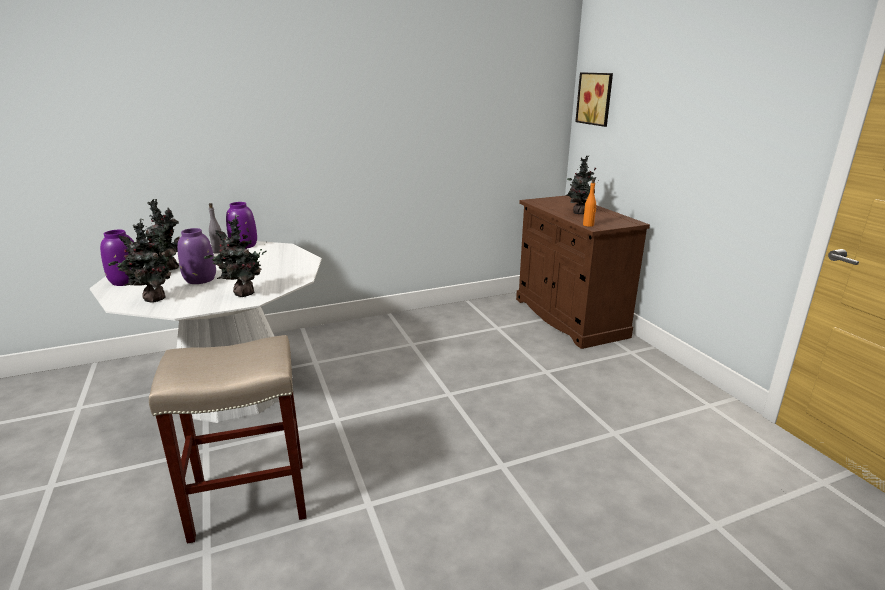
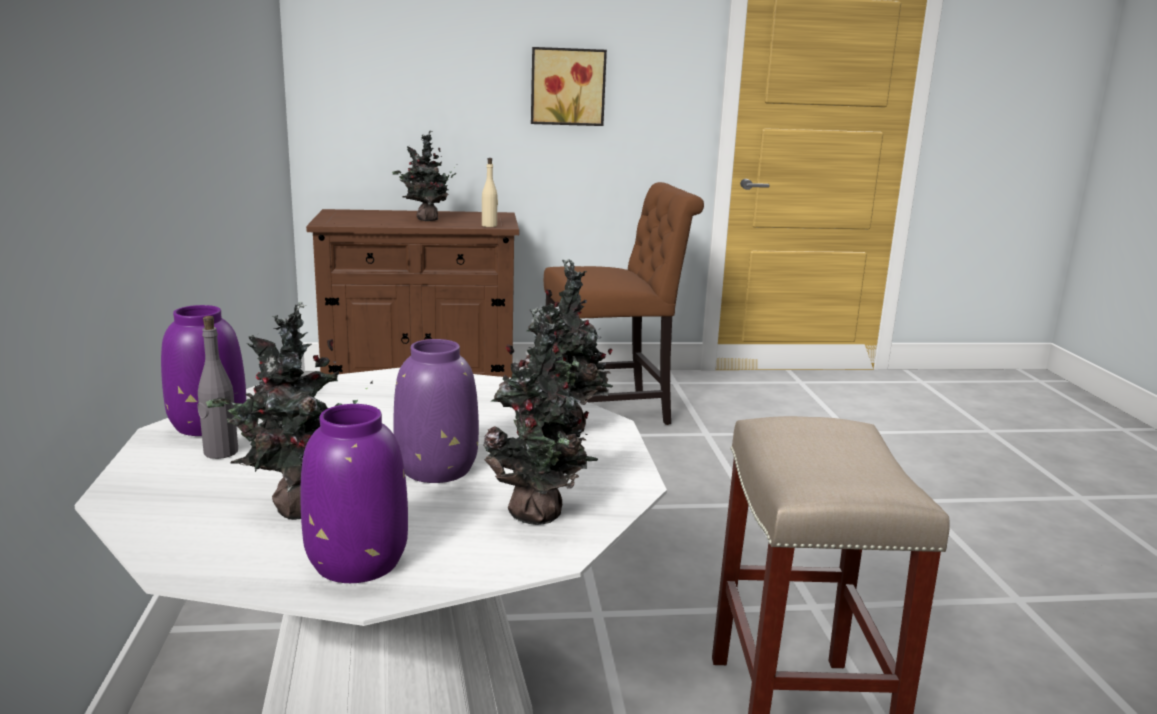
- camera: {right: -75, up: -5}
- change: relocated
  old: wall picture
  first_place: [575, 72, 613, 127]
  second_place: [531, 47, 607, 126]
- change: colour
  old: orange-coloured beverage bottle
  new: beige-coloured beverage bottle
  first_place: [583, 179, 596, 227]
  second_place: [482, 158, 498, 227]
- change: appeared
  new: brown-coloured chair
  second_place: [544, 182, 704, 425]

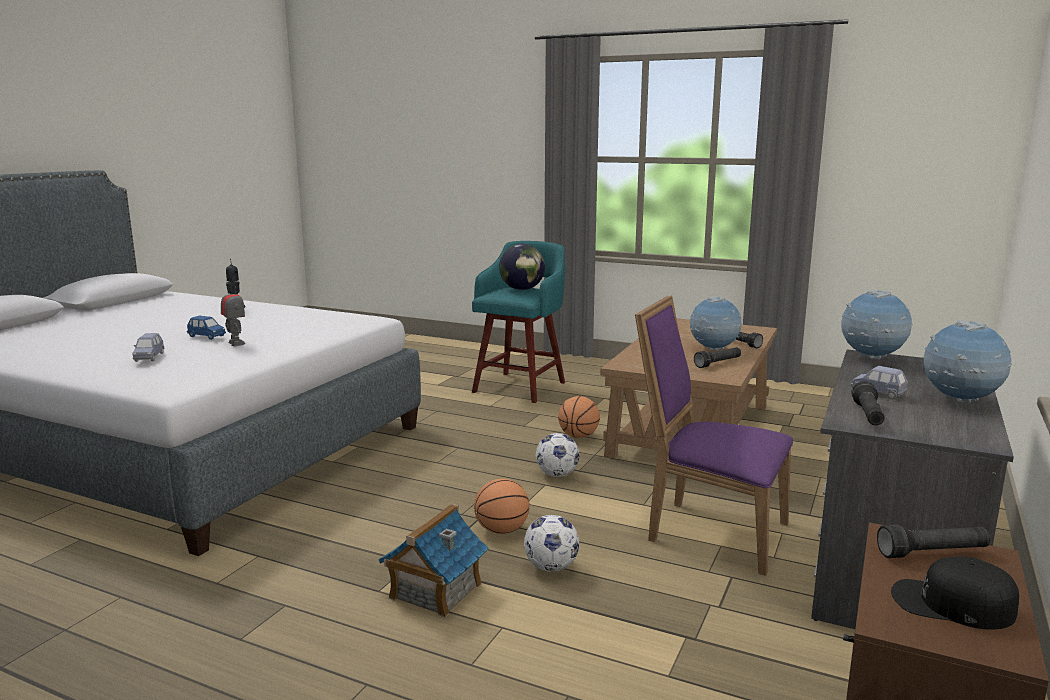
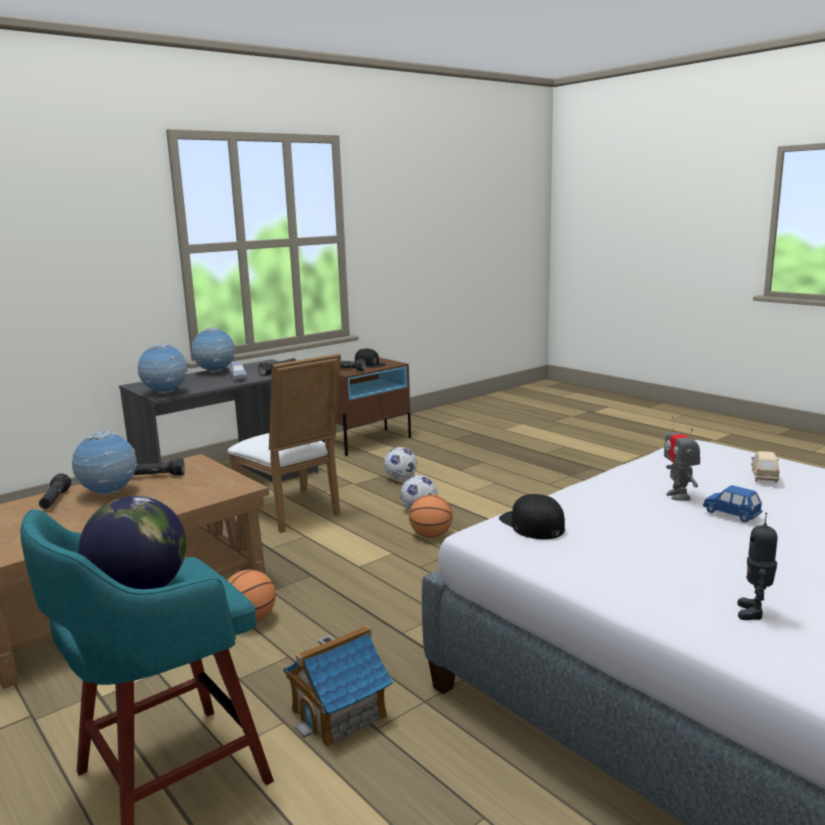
- camera: {right: -155, up: 0}
- change: colour
  old: purple chair
  new: whitish chair
  first_place: [635, 295, 793, 576]
  second_place: [228, 353, 341, 533]
- change: colour
  old: blue-coloured model car
  new: beige-coloured model car
  first_place: [133, 333, 164, 362]
  second_place: [751, 451, 779, 483]
- change: relocated
  old: ball for football
  first_place: [536, 433, 579, 477]
  second_place: [384, 447, 417, 480]
- change: relocated
  old: toy house
  first_place: [378, 503, 488, 618]
  second_place: [283, 625, 393, 748]
- change: appeared
  new: blackish peaked cap
  second_place: [499, 494, 565, 539]

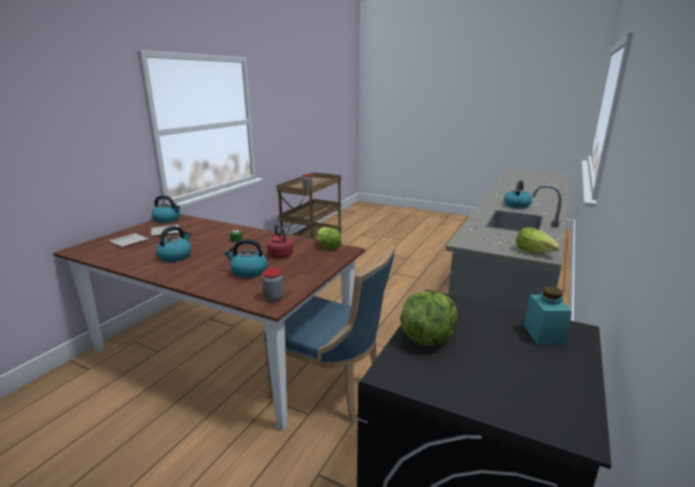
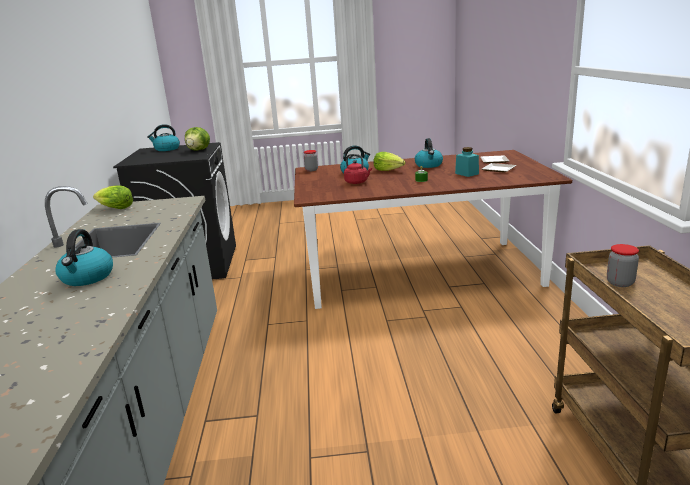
- camera: {right: 150, up: 0}
- change: relocated
  old: water kettle
  first_place: [152, 195, 180, 223]
  second_place: [147, 124, 180, 151]
- change: relocated
  old: head of lettuce
  first_place: [317, 227, 342, 249]
  second_place: [374, 152, 405, 171]
- change: missing
  old: blue-coloured chair
  first_place: [264, 245, 396, 423]
- change: relocated
  old: turquoise-coloured preserve jar
  first_place: [523, 286, 572, 345]
  second_place: [455, 147, 479, 177]

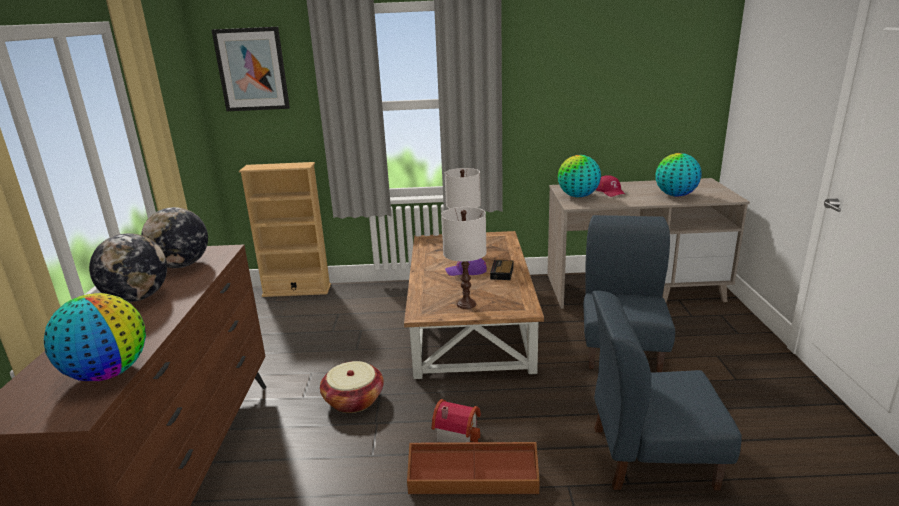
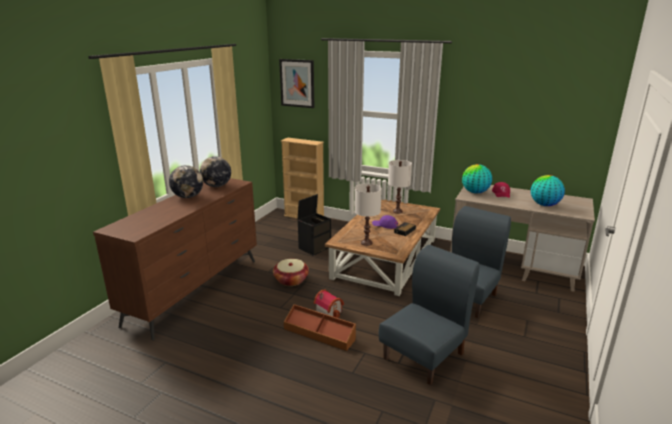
- camera: {right: 25, up: 0}
- change: spun
  old: blue-coloured chair
  first_place: [592, 291, 742, 490]
  second_place: [379, 245, 480, 385]
  degrees: 105
- change: missing
  old: world globe
  first_place: [44, 293, 146, 382]
- change: appeared
  new: blackish storage bin
  second_place: [297, 194, 331, 255]

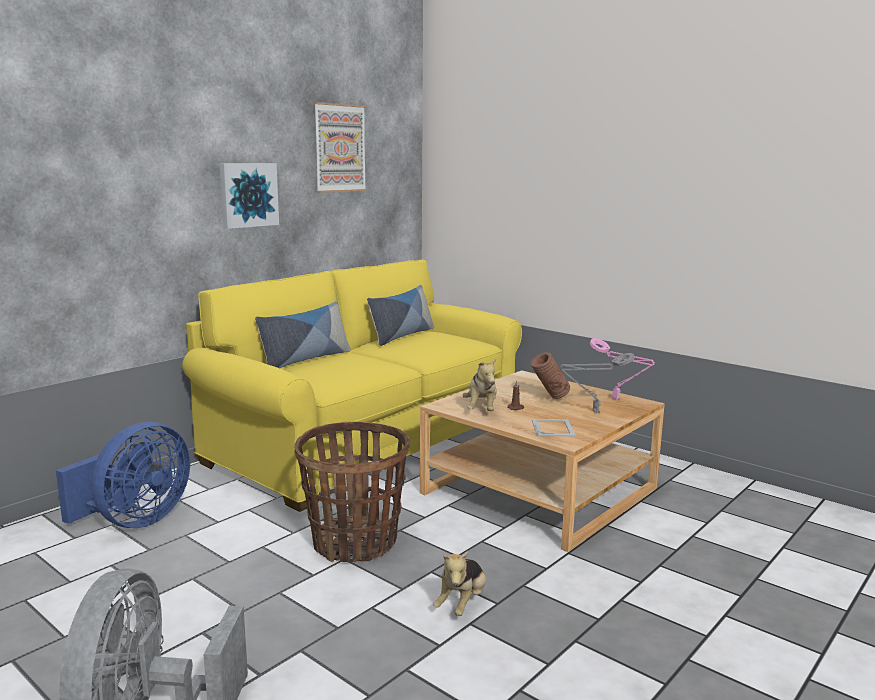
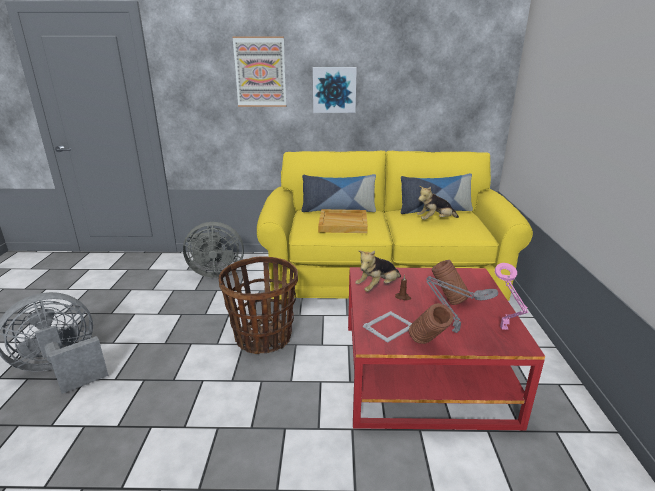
- camera: {right: 50, up: 10}
- change: relocated
  old: wall picture
  first_place: [314, 102, 367, 193]
  second_place: [232, 36, 286, 107]
- change: colour
  old: beige-coloured low table
  new: red-coloured low table
  first_place: [420, 370, 665, 552]
  second_place: [348, 267, 545, 430]
- change: colour
  old: blue-coloured cooling fan
  new: gray cooling fan
  first_place: [56, 422, 190, 528]
  second_place: [183, 222, 244, 278]
- change: relocated
  old: plush toy
  first_place: [433, 551, 486, 616]
  second_place: [417, 186, 459, 220]
- change: appeared
  new: beige-coloured carrying tray
  second_place: [318, 209, 368, 233]
- change: appeared
  new: brown-coloured decorative vase
  second_place: [409, 303, 453, 344]

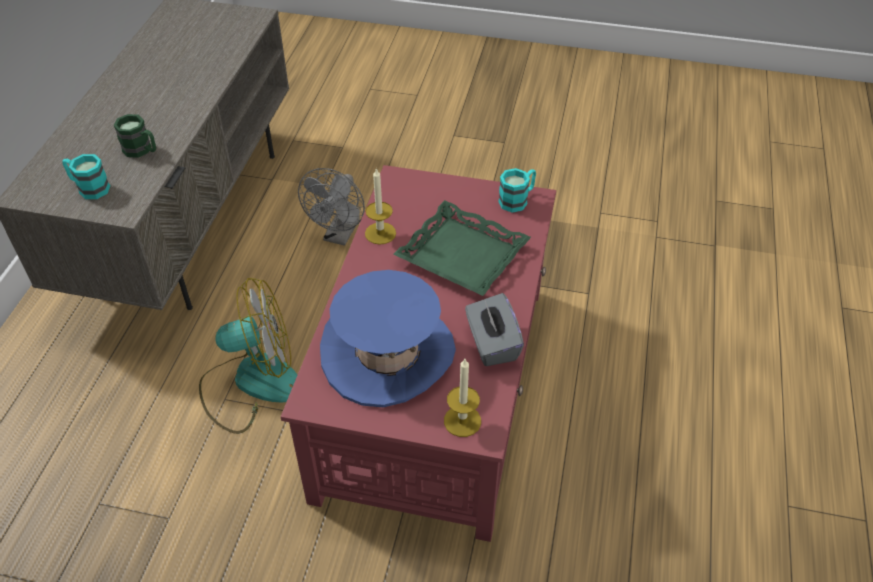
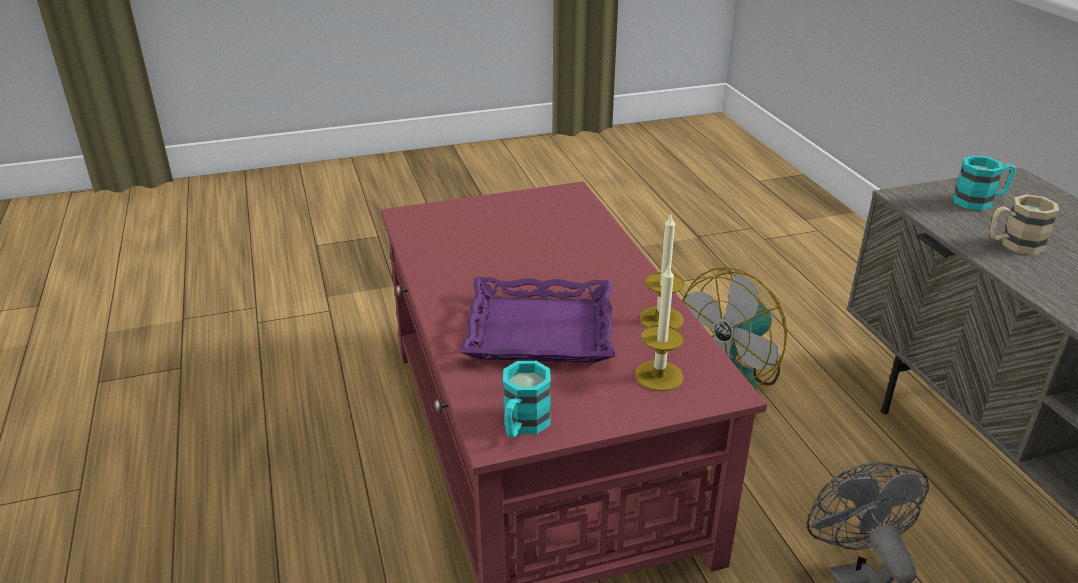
- camera: {right: 150, up: -15}
- change: colour
  old: greenish mug
  new: beige-coloured mug
  first_place: [113, 114, 156, 158]
  second_place: [989, 194, 1059, 255]
- change: colour
  old: greenish carrying tray
  new: purple carrying tray
  first_place: [393, 200, 531, 296]
  second_place: [460, 277, 615, 362]
- change: missing
  old: blue-coloured wearable hat
  first_place: [320, 270, 456, 407]
- change: missing
  old: gray tissue holder
  first_place: [465, 293, 524, 366]
- change: relocated
  old: candle
  first_place: [444, 359, 481, 437]
  second_place: [635, 263, 684, 391]

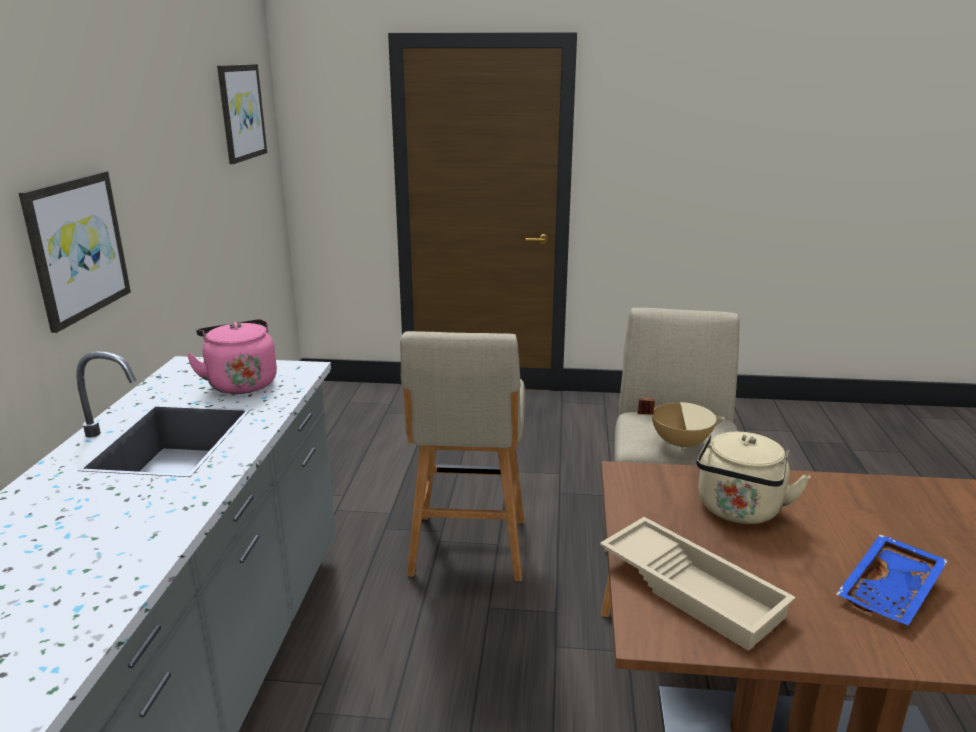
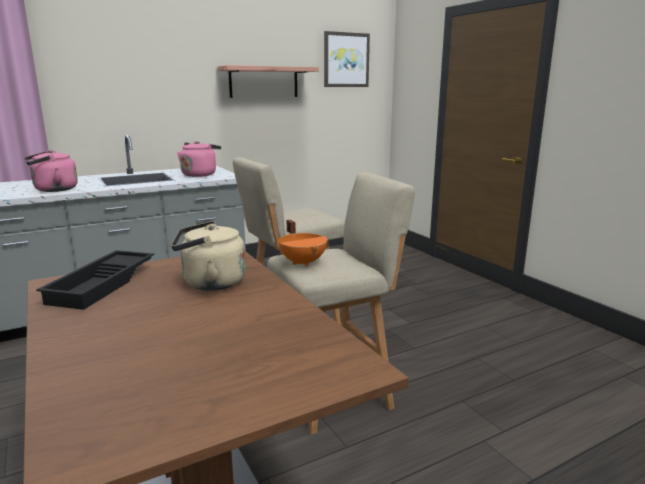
- camera: {right: 55, up: -5}
- change: missing
  old: wall picture
  first_place: [19, 171, 131, 333]
- change: colour
  old: beige-coloured saucepot
  new: orange-coloured saucepot
  first_place: [638, 398, 725, 451]
  second_place: [279, 220, 328, 267]
- change: colour
  old: beige-coloured carrying tray
  new: blackish carrying tray
  first_place: [600, 517, 796, 651]
  second_place: [36, 250, 154, 310]
- change: missing
  old: blue-coloured carrying tray
  first_place: [836, 534, 948, 625]
- change: appeared
  new: shelf
  second_place: [217, 65, 319, 98]
- change: appeared
  new: pink-coloured water kettle
  second_place: [24, 150, 78, 192]

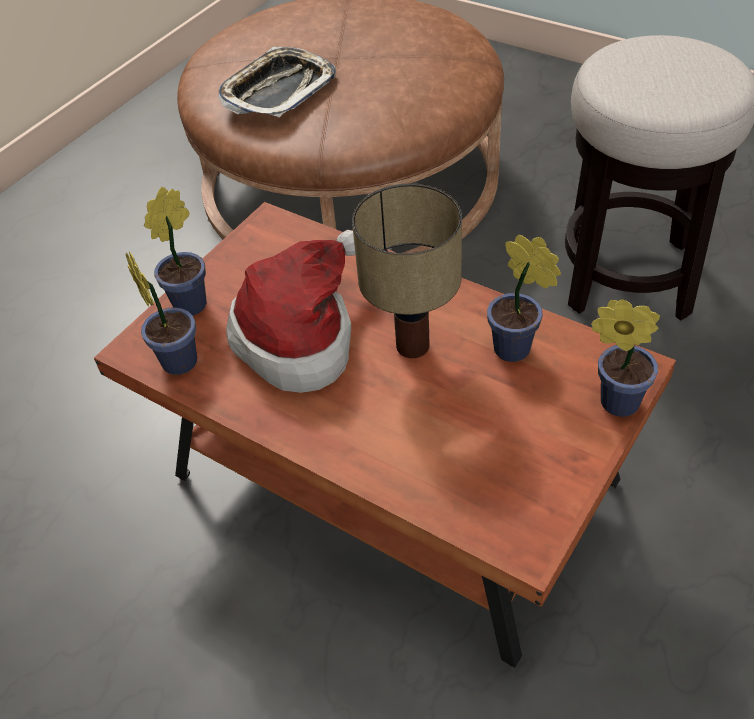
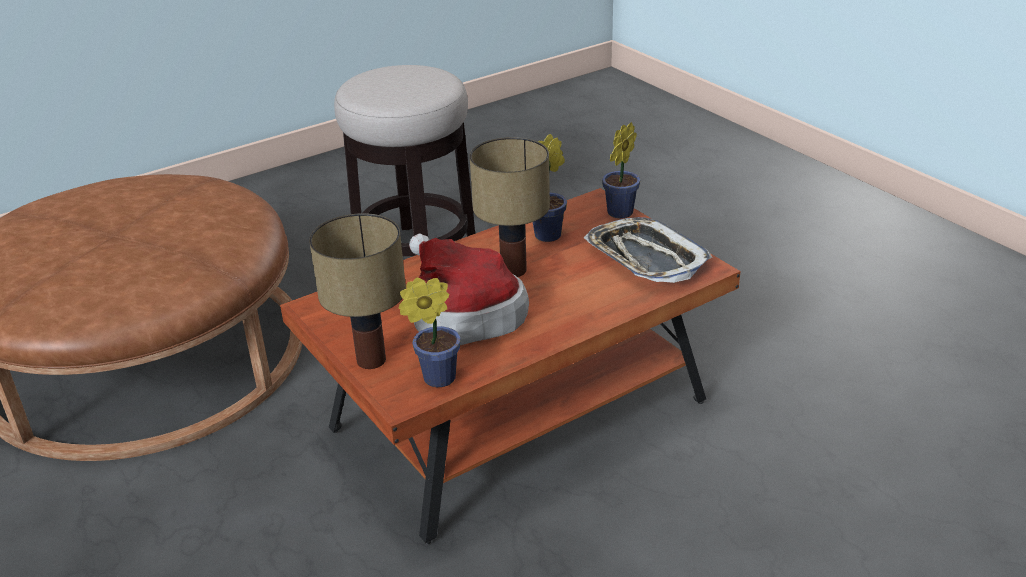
- camera: {right: -70, up: -15}
- change: relocated
  old: carrying tray
  first_place: [218, 47, 336, 118]
  second_place: [584, 217, 712, 283]
- change: exchanged
  old: potted plant
  new: tabletop lamp
  first_place: [144, 187, 207, 315]
  second_place: [309, 213, 406, 369]

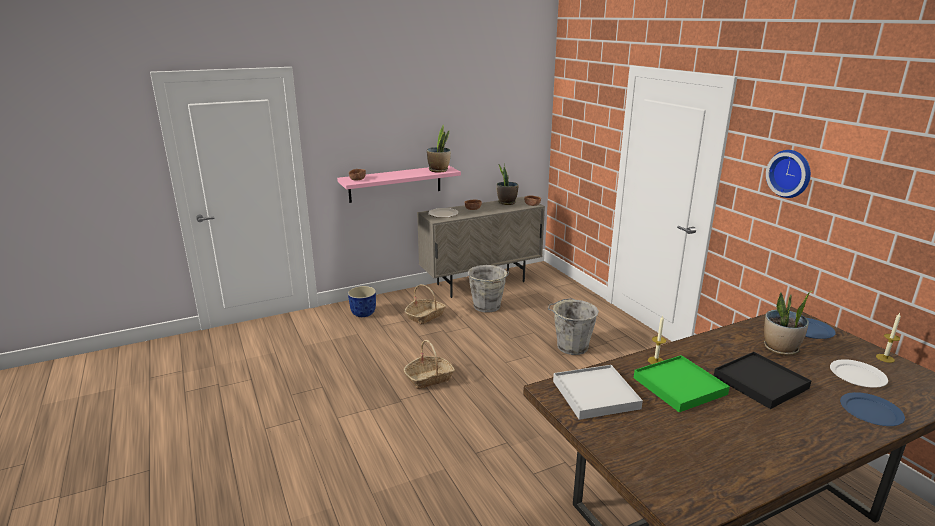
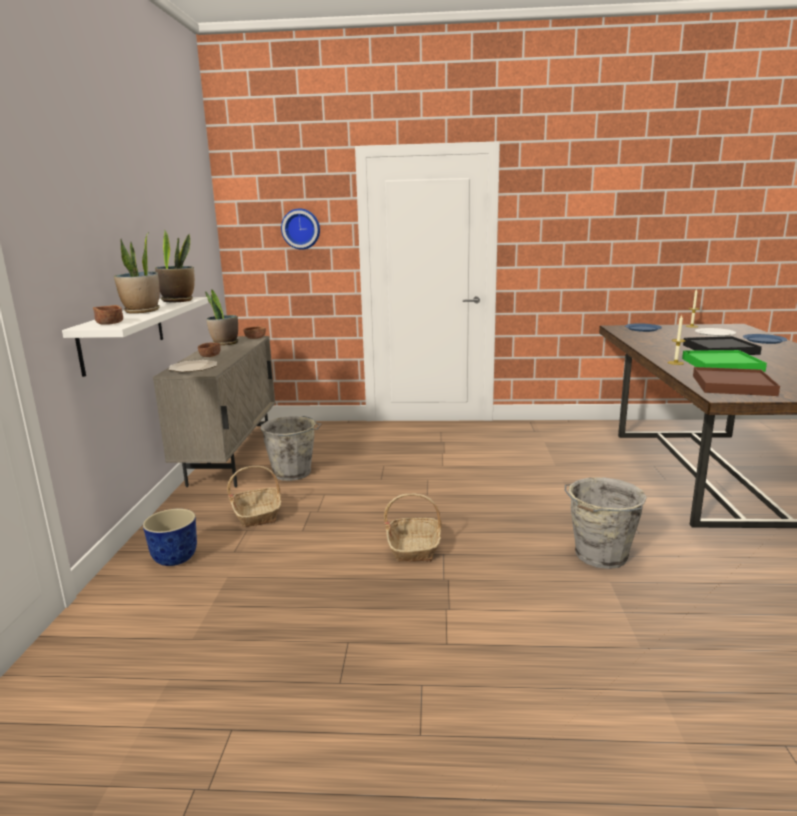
- camera: {right: -60, up: -5}
- change: relocated
  old: hanging clock
  first_place: [766, 150, 811, 198]
  second_place: [281, 208, 320, 250]
- change: colour
  old: pink-coloured shelf
  new: whitish shelf
  first_place: [337, 165, 461, 203]
  second_place: [62, 297, 208, 377]
- change: relocated
  old: potted plant
  first_place: [764, 291, 812, 355]
  second_place: [114, 232, 160, 314]
- change: relocated
  old: gray bucket
  first_place: [548, 298, 599, 355]
  second_place: [565, 477, 647, 569]
- change: colour
  old: whitish carrying tray
  new: brown-coloured carrying tray
  first_place: [553, 365, 643, 420]
  second_place: [693, 367, 780, 396]

